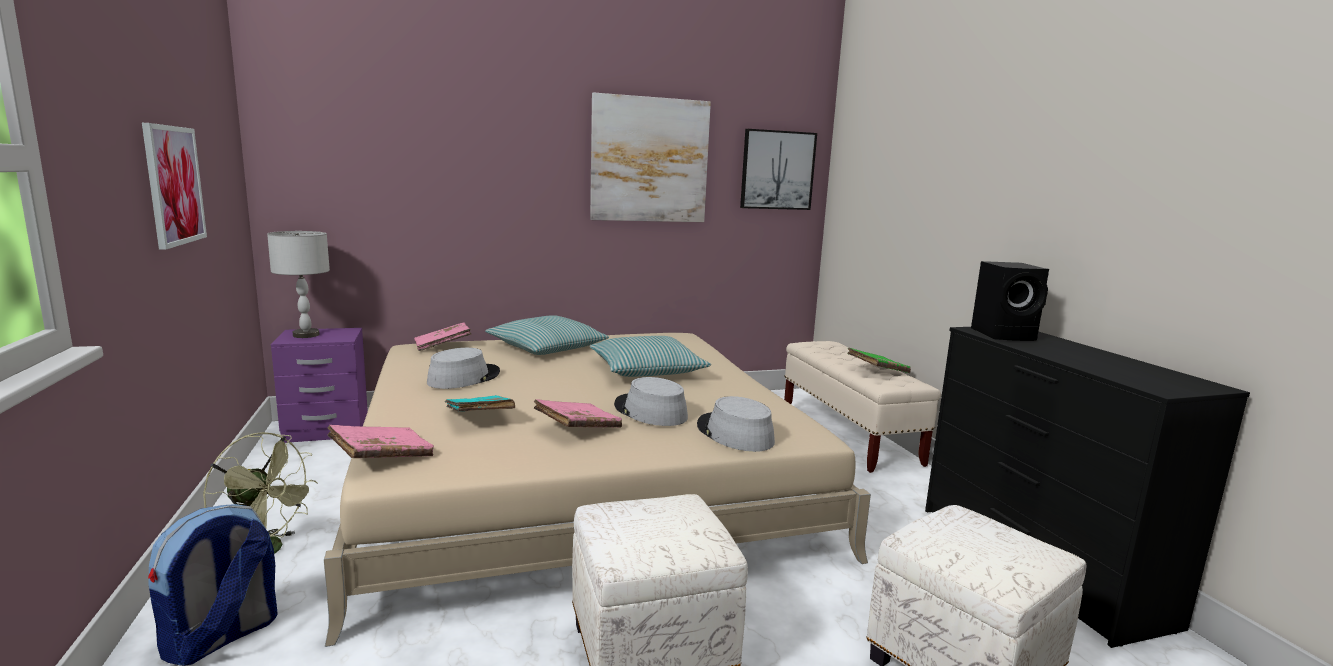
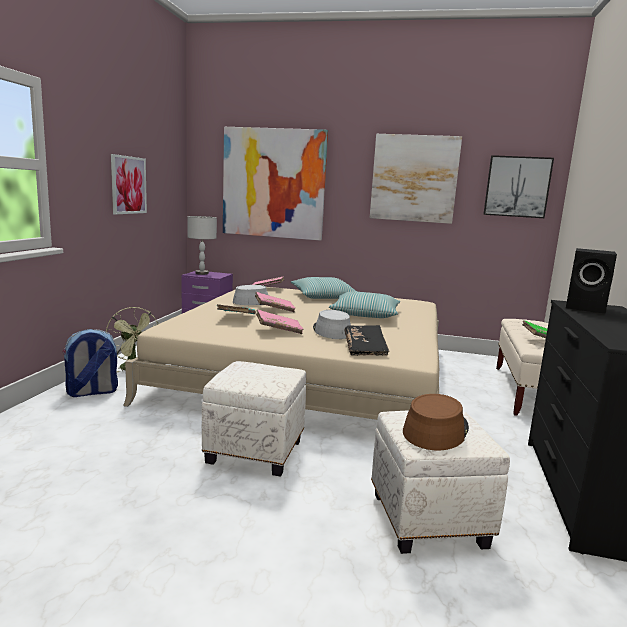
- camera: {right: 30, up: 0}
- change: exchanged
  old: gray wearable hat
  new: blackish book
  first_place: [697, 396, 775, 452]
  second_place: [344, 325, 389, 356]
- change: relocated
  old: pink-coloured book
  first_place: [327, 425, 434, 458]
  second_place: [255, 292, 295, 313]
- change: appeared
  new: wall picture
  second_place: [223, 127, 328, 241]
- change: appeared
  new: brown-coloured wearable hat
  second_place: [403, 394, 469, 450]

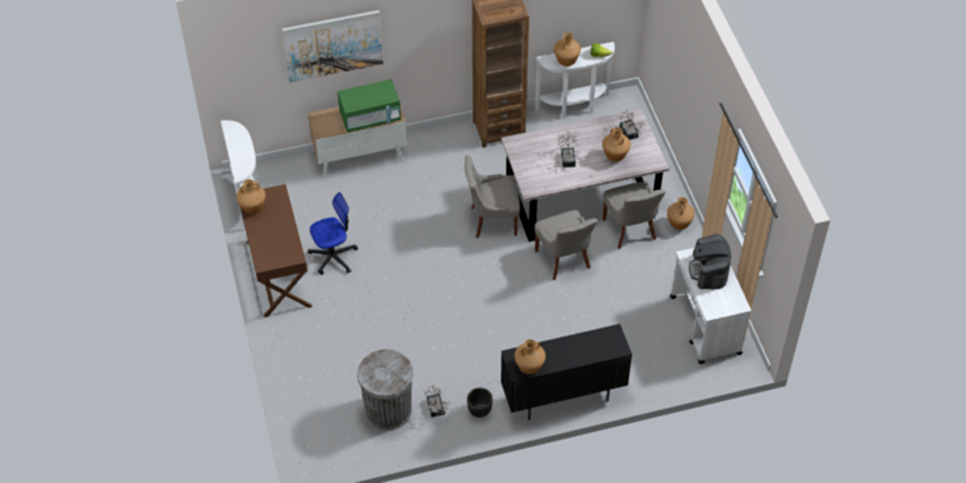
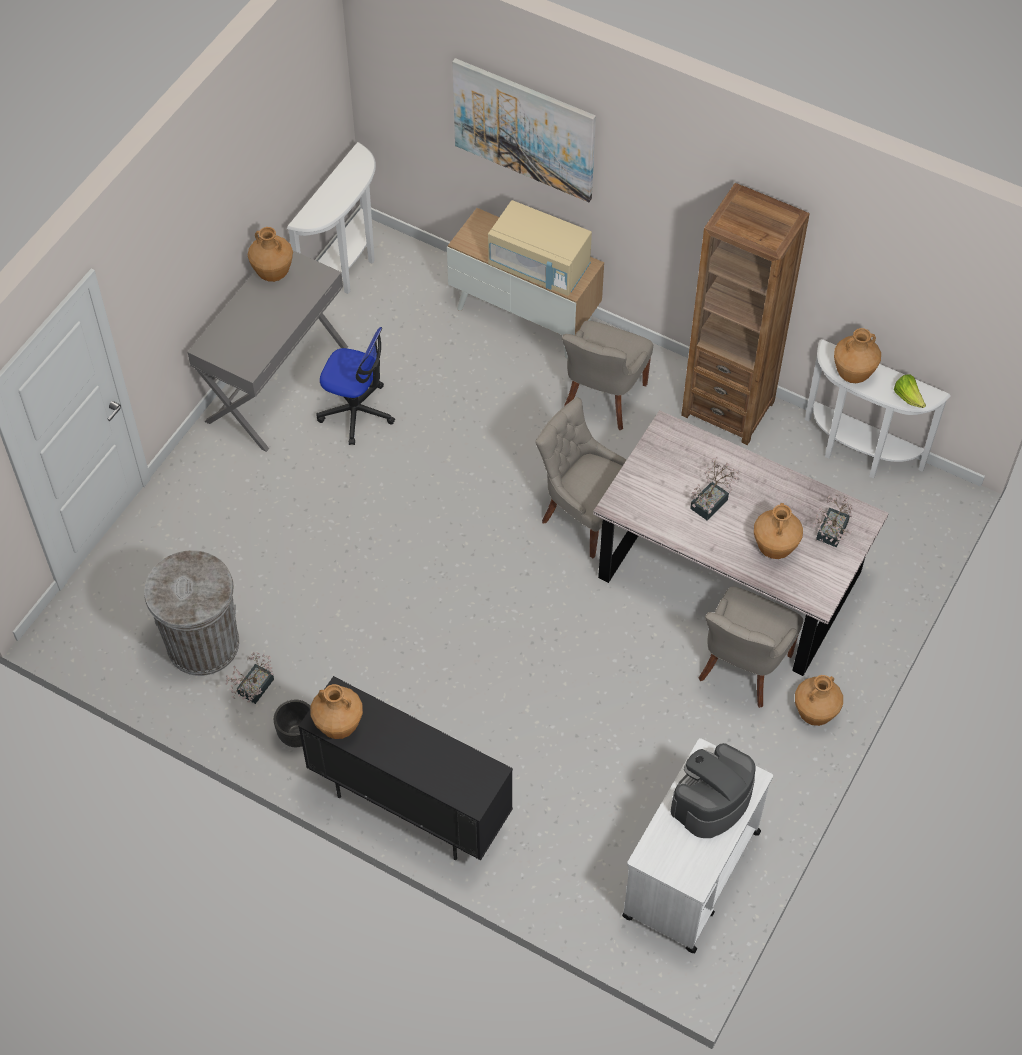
- camera: {right: 45, up: 5}
- change: colour
  old: greenish kitchen microwave
  new: beige-coloured kitchen microwave
  first_place: [338, 79, 401, 132]
  second_place: [488, 200, 592, 296]
- change: colour
  old: brown-coloured desk table
  new: gray desk table
  first_place: [240, 184, 312, 317]
  second_place: [187, 251, 348, 452]
- change: relocated
  old: gray chair
  first_place: [534, 210, 598, 280]
  second_place: [562, 320, 653, 430]

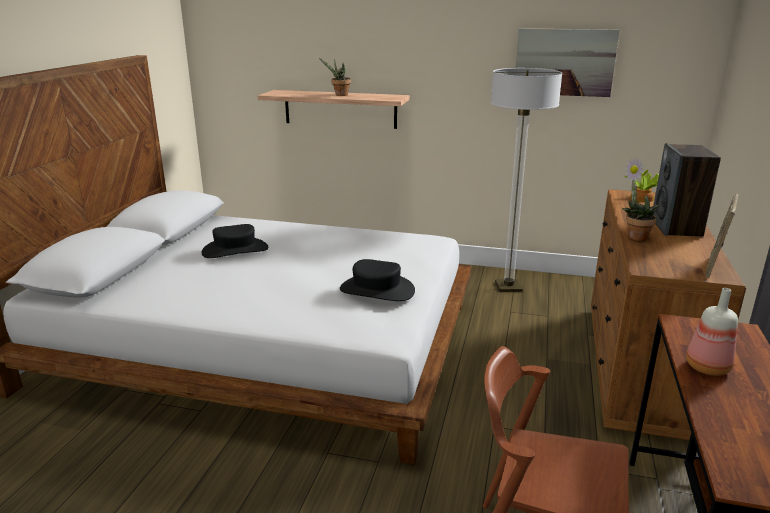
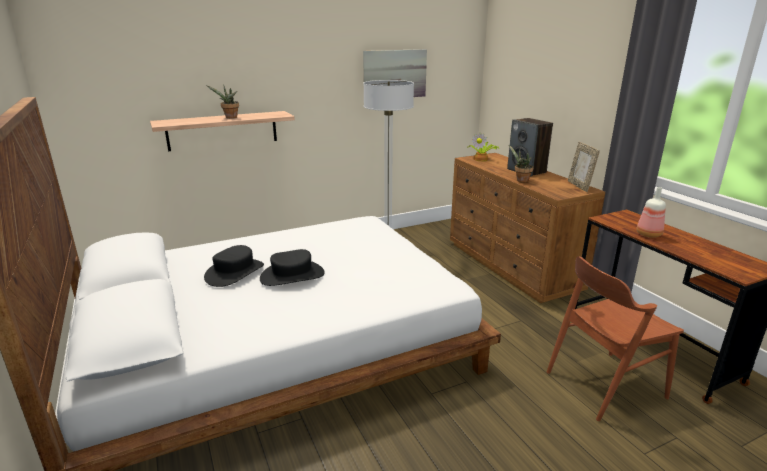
- camera: {right: -40, up: 0}
- change: relocated
  old: blackish wearable hat
  first_place: [340, 259, 415, 301]
  second_place: [260, 249, 325, 286]

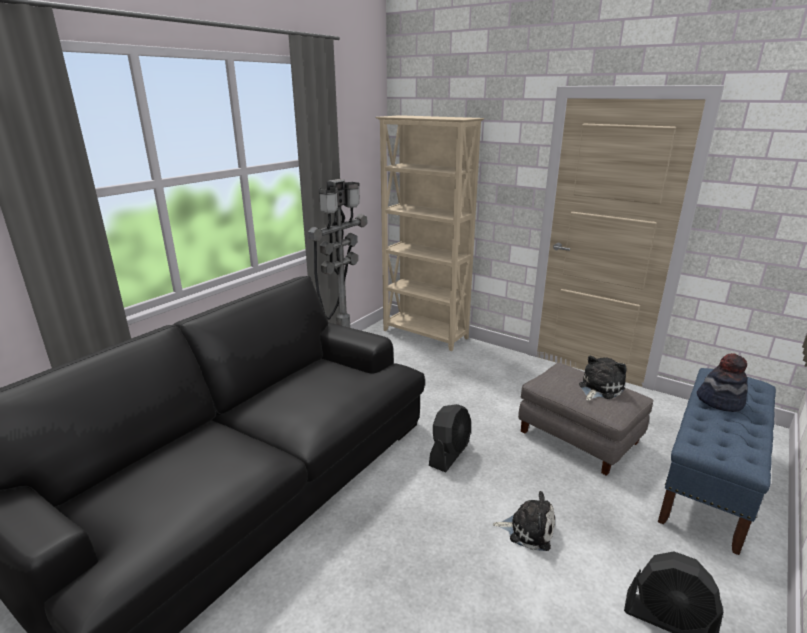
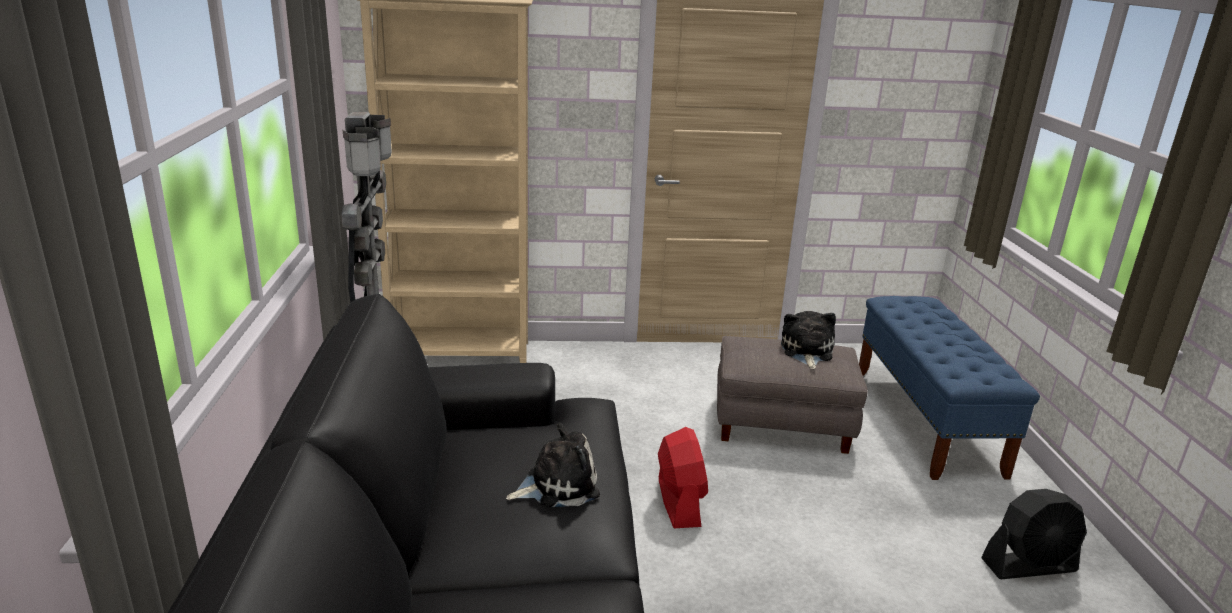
- camera: {right: -40, up: 0}
- change: missing
  old: wearable hat
  first_place: [697, 353, 748, 412]
- change: colour
  old: blackish cooling fan
  new: red-coloured cooling fan
  first_place: [429, 404, 471, 472]
  second_place: [658, 427, 708, 528]
- change: relocated
  old: plush toy
  first_place: [493, 491, 555, 551]
  second_place: [506, 423, 600, 507]

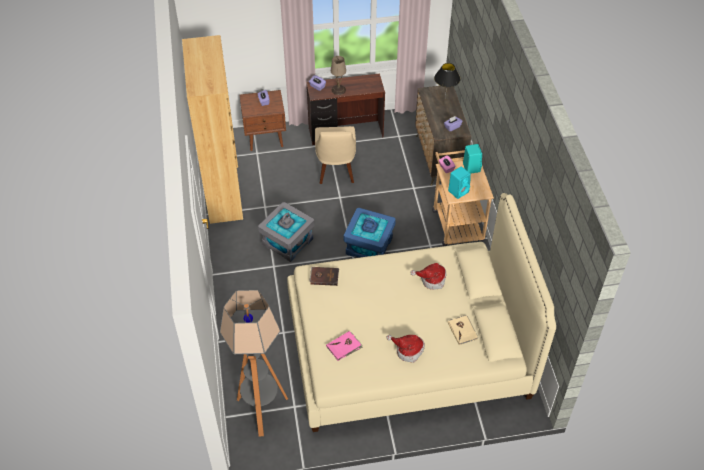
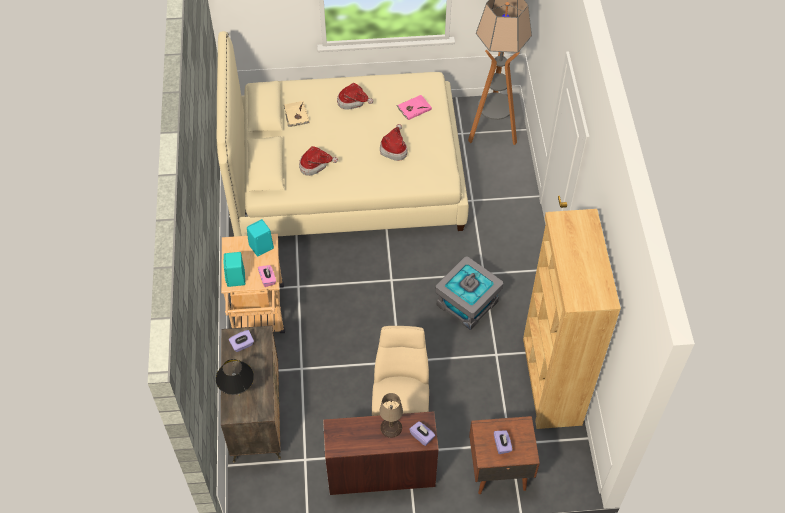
- camera: {right: -175, up: 5}
- change: missing
  old: blue-coloured storage bin
  first_place: [344, 208, 396, 258]
- change: missing
  old: brown-coloured book
  first_place: [309, 267, 339, 286]
- change: appeared
  new: wearable hat
  second_place: [380, 124, 408, 161]

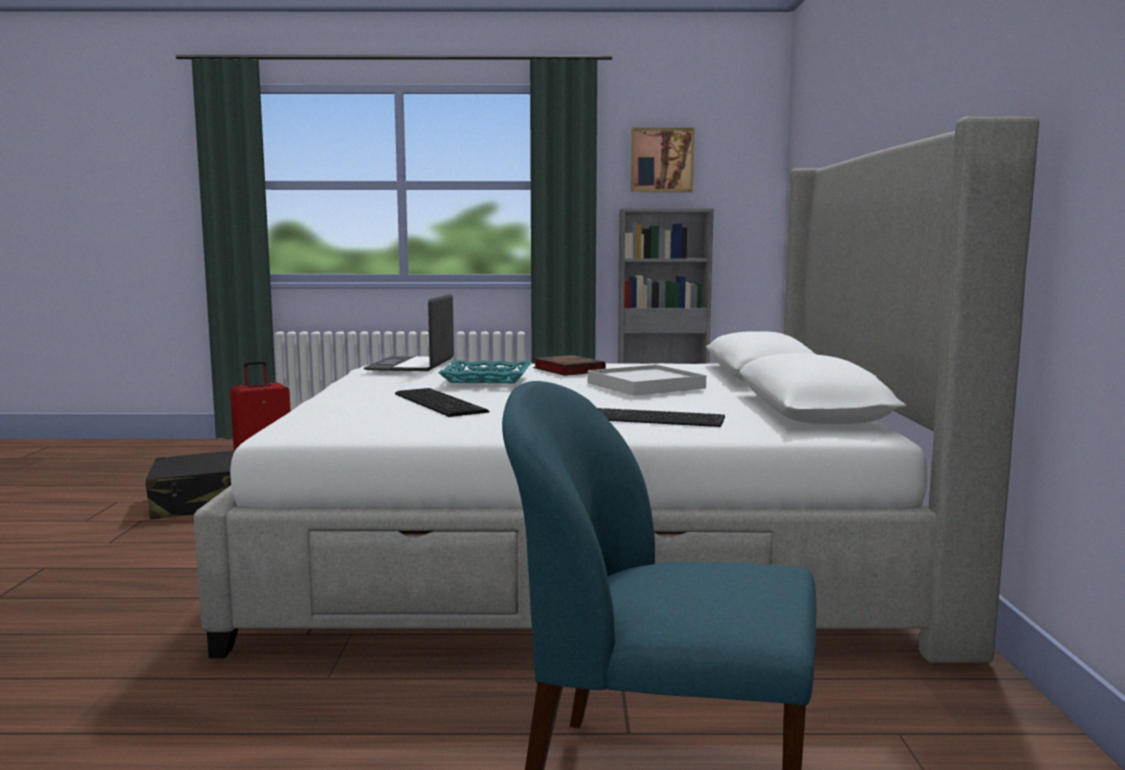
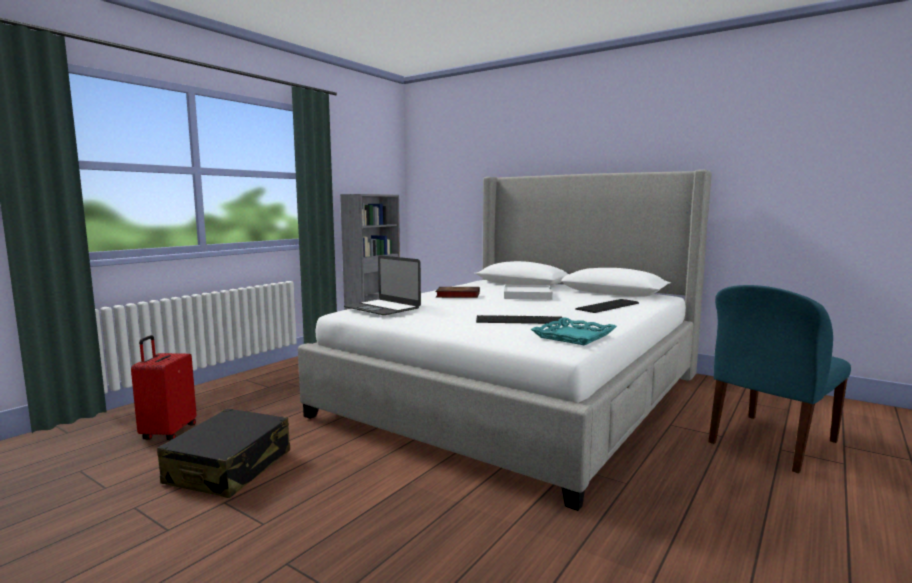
- camera: {right: -55, up: 0}
- change: missing
  old: wall picture
  first_place: [631, 128, 695, 192]
- change: relocated
  old: turquoise-coloured carrying tray
  first_place: [438, 360, 532, 383]
  second_place: [531, 317, 617, 346]

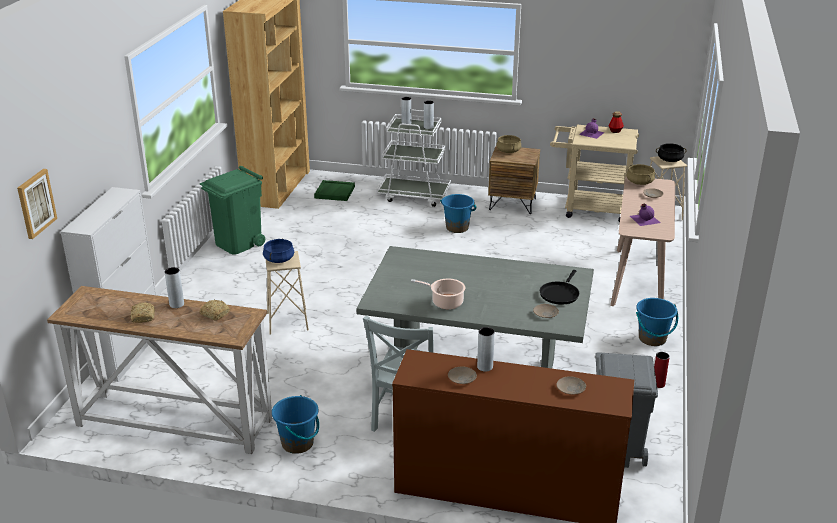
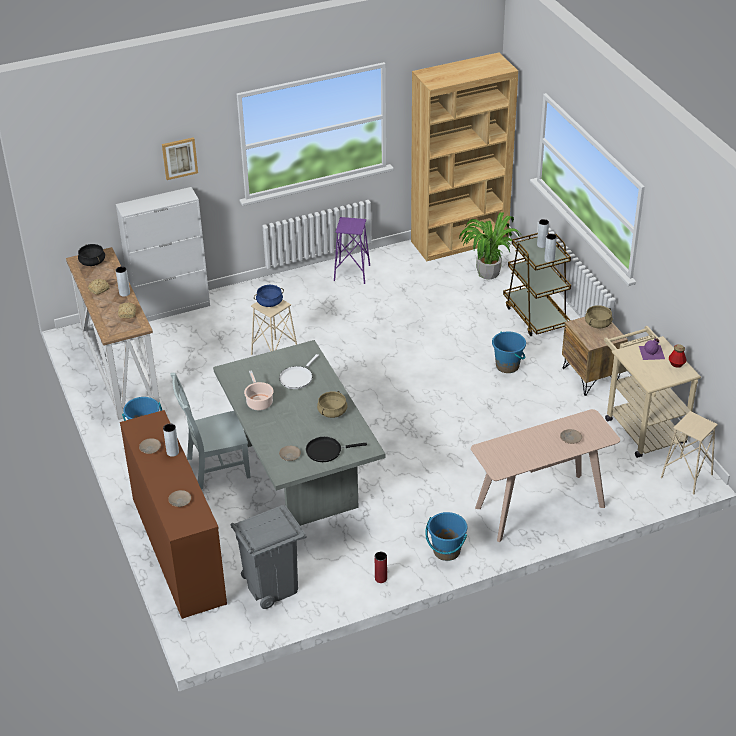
- camera: {right: 55, up: 10}
- change: colour
  old: whitish trolley
  new: brown-coloured trolley
  first_place: [377, 109, 451, 207]
  second_place: [503, 232, 571, 336]
- change: relocated
  old: blackish saucepot
  first_place: [656, 143, 686, 162]
  second_place: [78, 244, 105, 266]
- change: relocated
  old: beige-coloured saucepot
  first_place: [626, 164, 655, 185]
  second_place: [317, 391, 347, 418]
- change: exchanged
  old: greenish rubbish bin
  new: purple stool
  first_place: [200, 166, 265, 254]
  second_place: [334, 217, 370, 284]
- change: relocated
  old: wall picture
  first_place: [17, 169, 57, 239]
  second_place: [162, 137, 198, 180]
- change: exchanged
  old: greenish carrying tray
  new: potted plant
  first_place: [314, 180, 355, 201]
  second_place: [459, 213, 523, 279]
- change: missing
  old: purple beverage bottle
  first_place: [630, 204, 660, 226]
- change: appeared
  new: whitish skillet
  second_place: [279, 354, 319, 389]

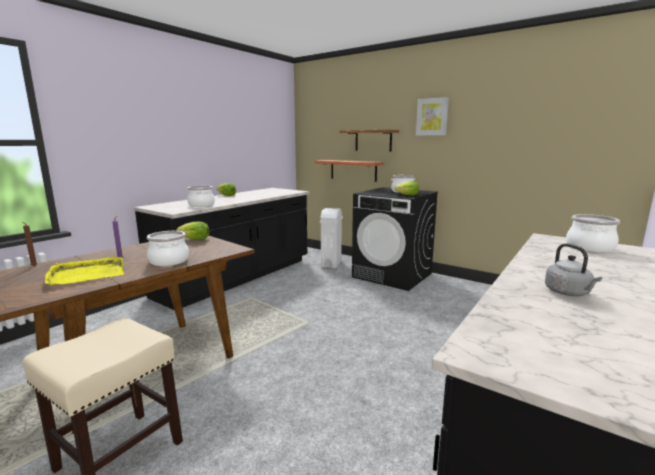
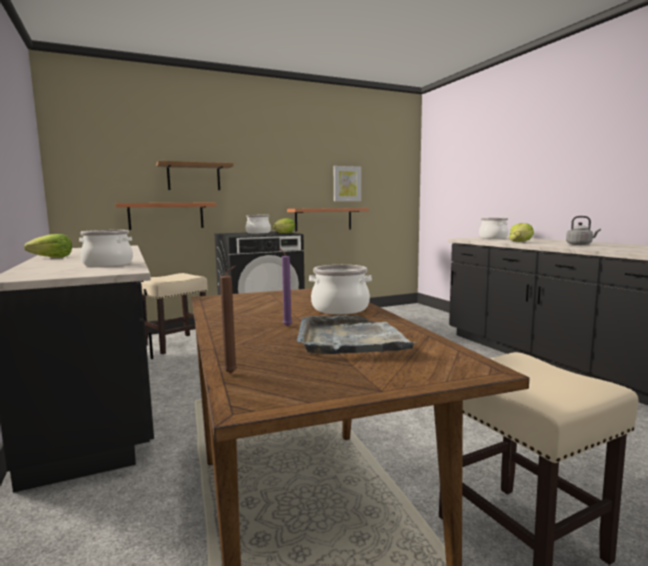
- camera: {right: -60, up: -5}
- change: relocated
  old: wall picture
  first_place: [416, 97, 449, 136]
  second_place: [334, 166, 361, 201]
- change: exchanged
  old: whitish rubbish bin
  new: beige-coloured stool
  first_place: [320, 208, 343, 268]
  second_place: [141, 273, 207, 354]
- change: relocated
  old: head of lettuce
  first_place: [176, 222, 209, 240]
  second_place: [509, 223, 534, 242]
- change: colour
  old: yellowish carrying tray
  new: gray carrying tray
  first_place: [45, 257, 124, 285]
  second_place: [297, 315, 419, 354]
- change: appeared
  new: shelf
  second_place: [287, 208, 369, 231]

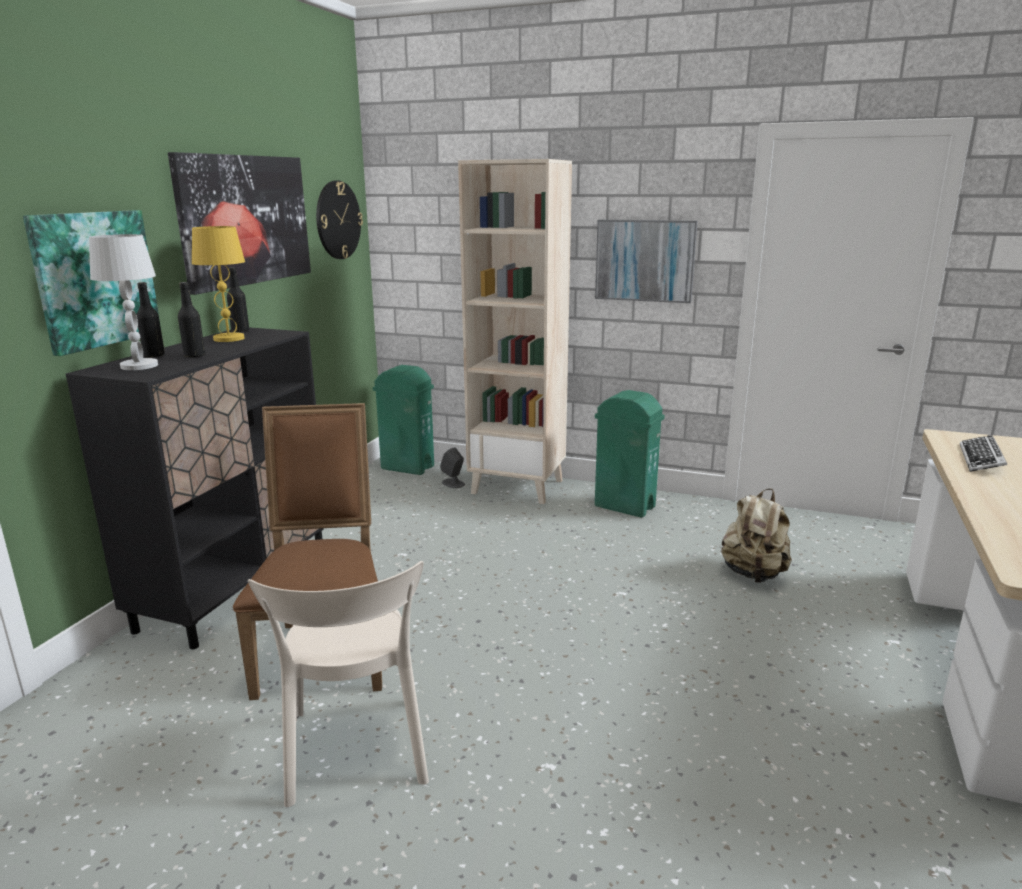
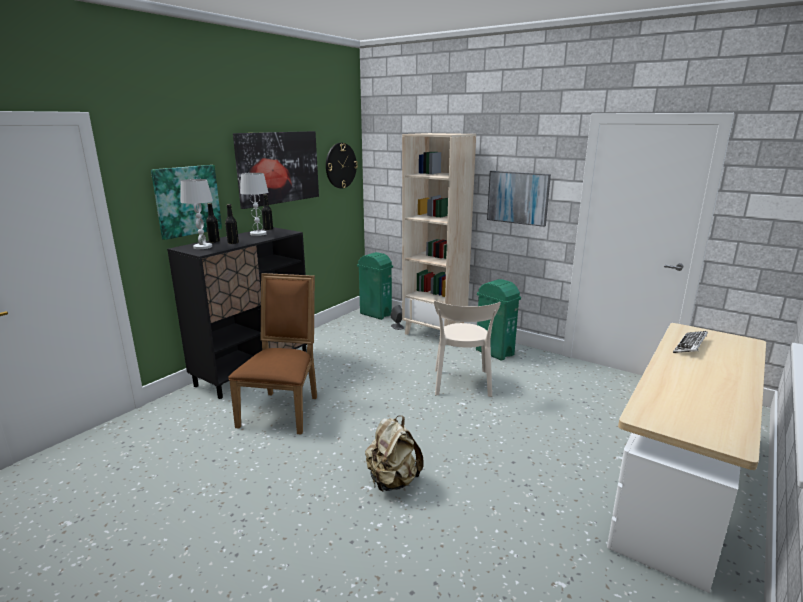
- camera: {right: 15, up: 0}
- change: colour
  old: yellowish tabletop lamp
  new: whitish tabletop lamp
  first_place: [192, 226, 245, 342]
  second_place: [240, 173, 268, 236]
- change: relocated
  old: beige-coloured knapsack
  first_place: [721, 489, 792, 583]
  second_place: [365, 416, 424, 491]
- change: relocated
  old: beige-coloured chair
  first_place: [248, 561, 429, 807]
  second_place: [434, 301, 501, 397]

